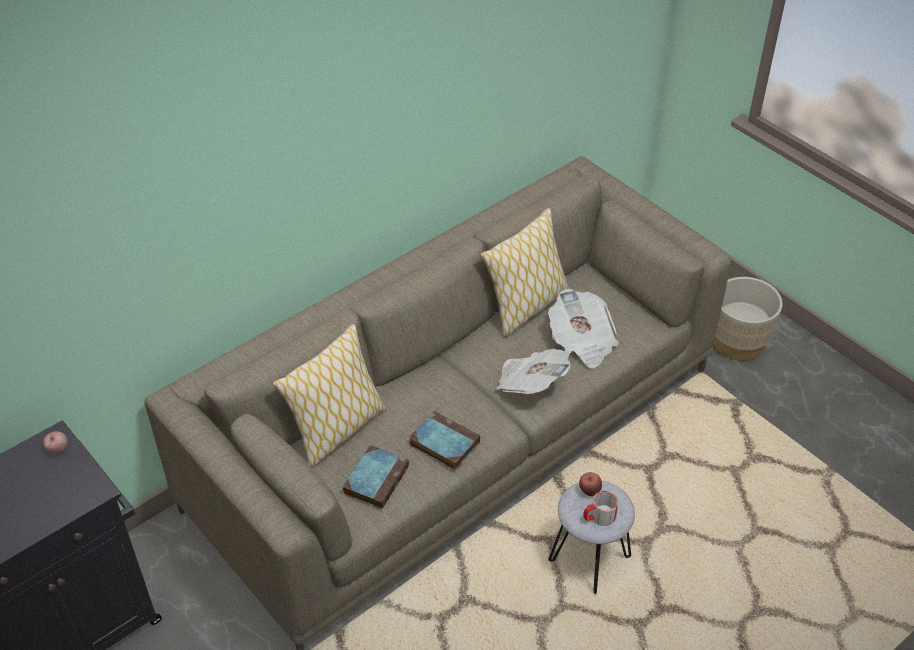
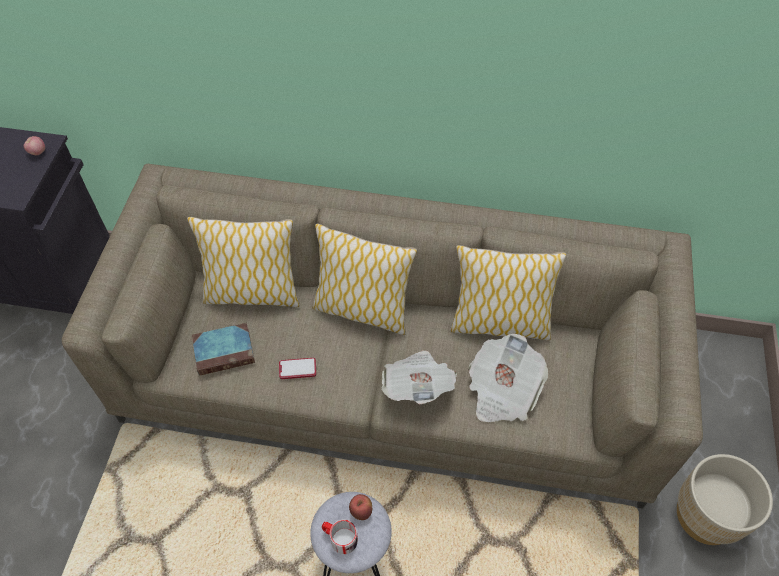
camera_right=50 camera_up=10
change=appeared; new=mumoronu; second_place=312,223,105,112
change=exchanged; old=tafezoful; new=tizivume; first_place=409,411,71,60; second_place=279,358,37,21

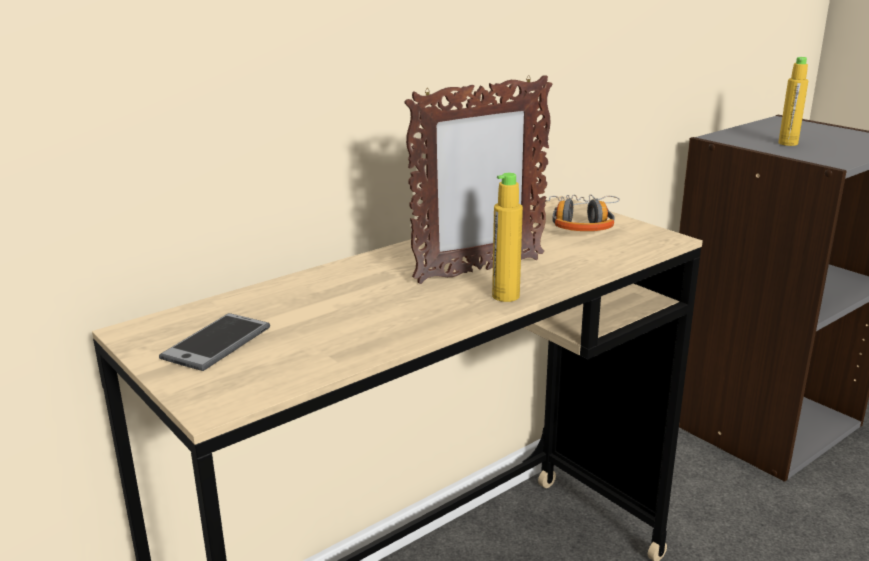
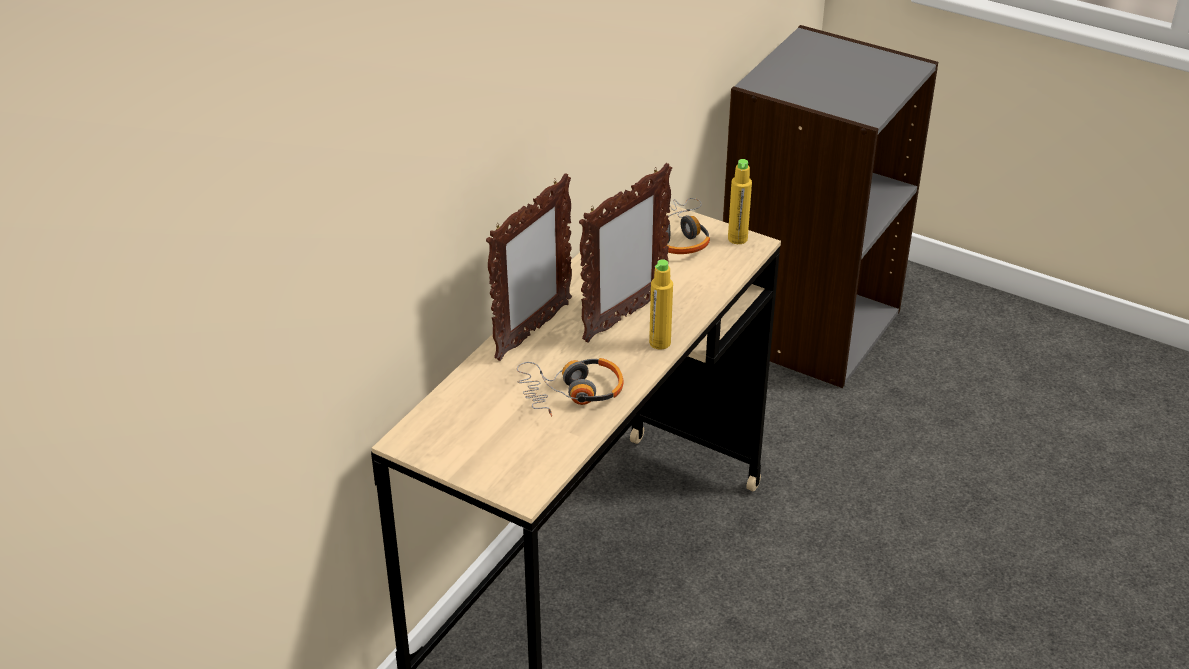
camera_right=-20 camera_up=15
change=missing; old=tizivume; first_place=159,313,111,58
change=appeared; new=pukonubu; second_place=486,173,86,188
change=appeared; new=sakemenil; second_place=517,358,107,59
change=relocated; old=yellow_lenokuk; first_place=778,57,31,89; second_place=728,159,24,85

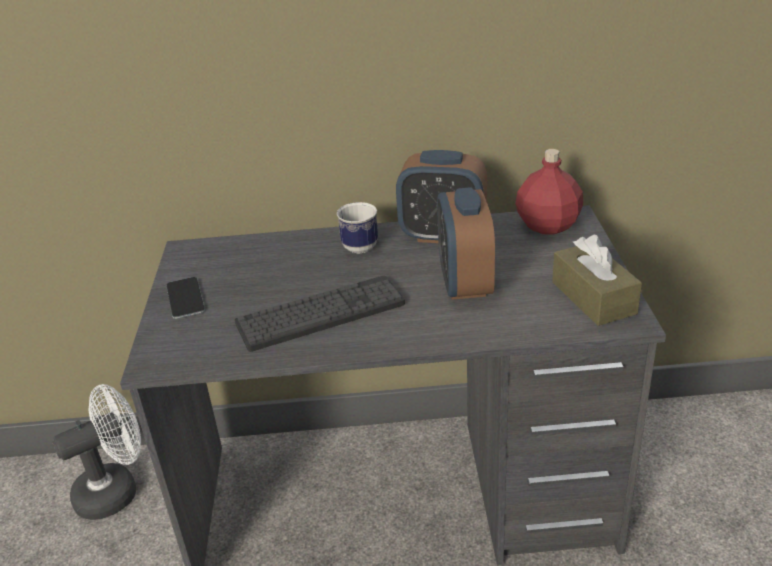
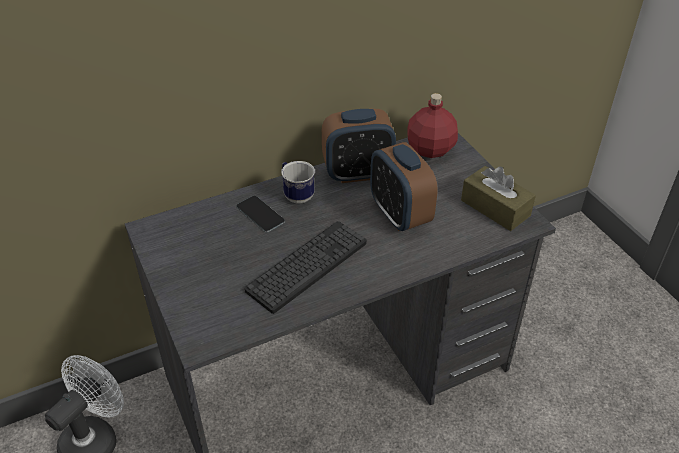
camera_right=-25 camera_up=10
change=relocated; old=tizivume; first_place=166,277,39,42; second_place=237,196,48,36

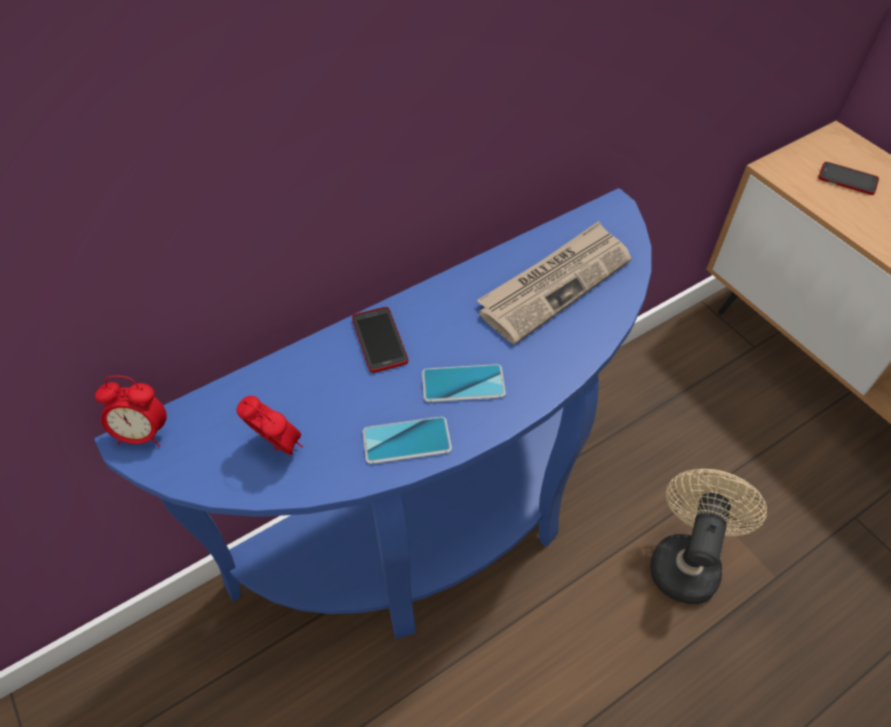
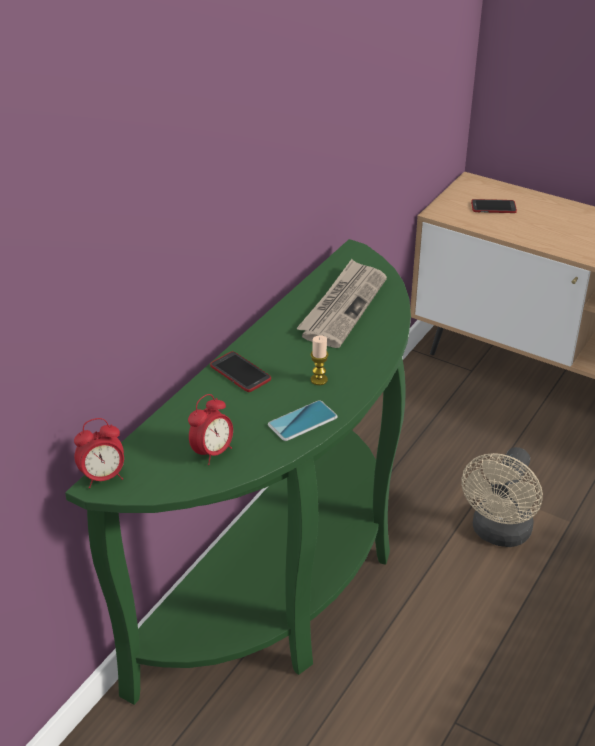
camera_right=-25 camera_up=-15
change=exchanged; old=tizivume; new=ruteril; first_place=422,364,84,38; second_place=311,335,17,50
change=colour; old=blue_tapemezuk; new=green_tapemezuk; first_place=94,188,558,451; second_place=65,239,346,466
change=spun; old=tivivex; first_place=236,396,67,59; second_place=188,394,45,71; degrees=120
change=spun; old=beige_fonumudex; first_place=650,469,117,135; second_place=462,447,81,100; degrees=-150

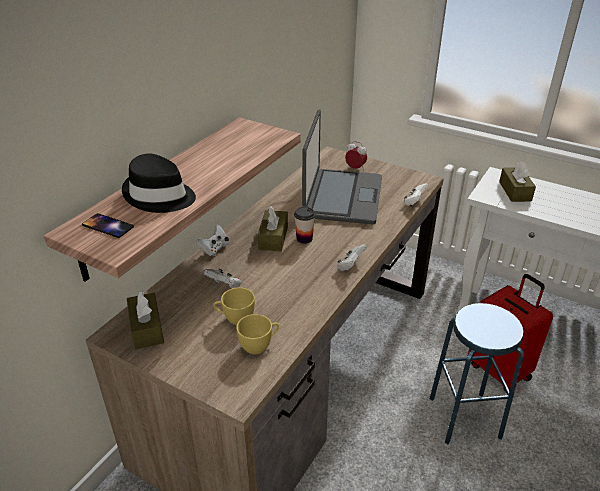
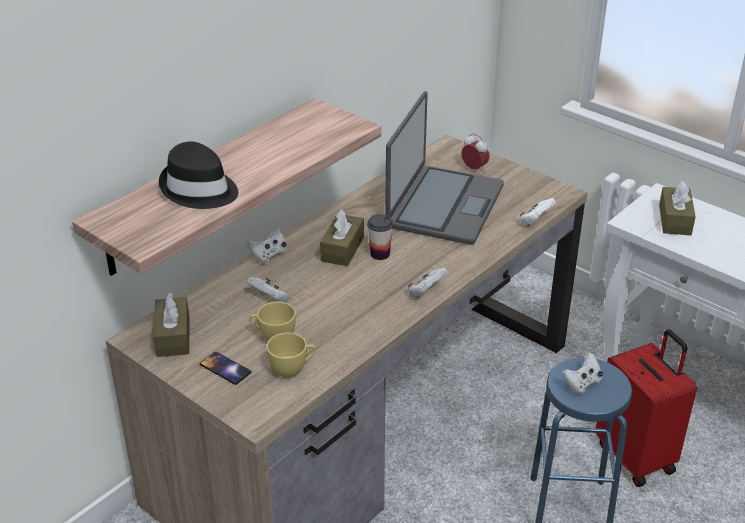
camera_right=10 camera_up=0
change=appeared; new=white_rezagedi; second_place=562,352,41,42
change=relocated; old=tizivume; first_place=82,213,52,25; second_place=200,352,51,33

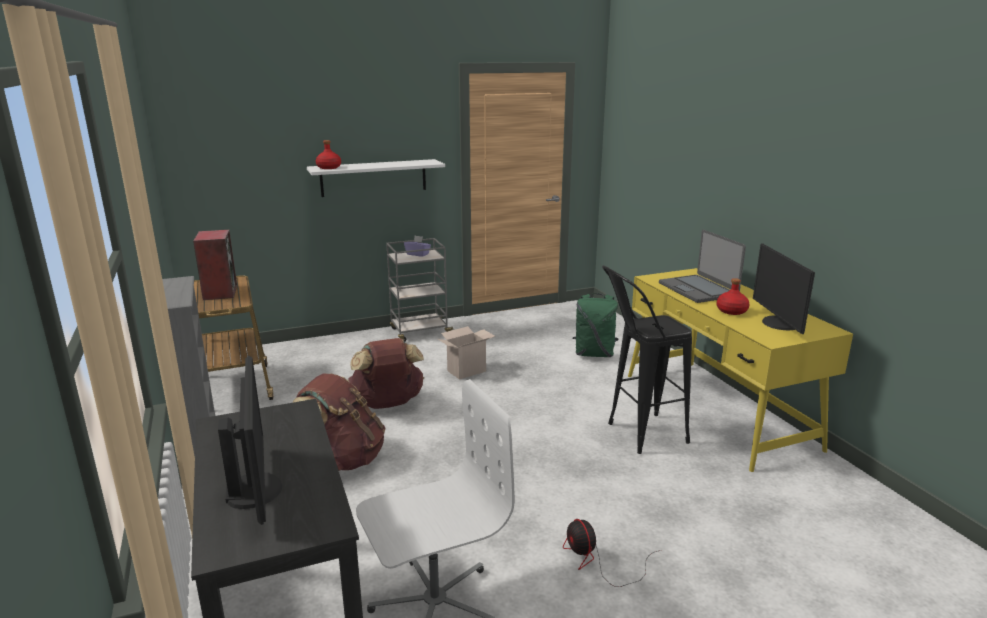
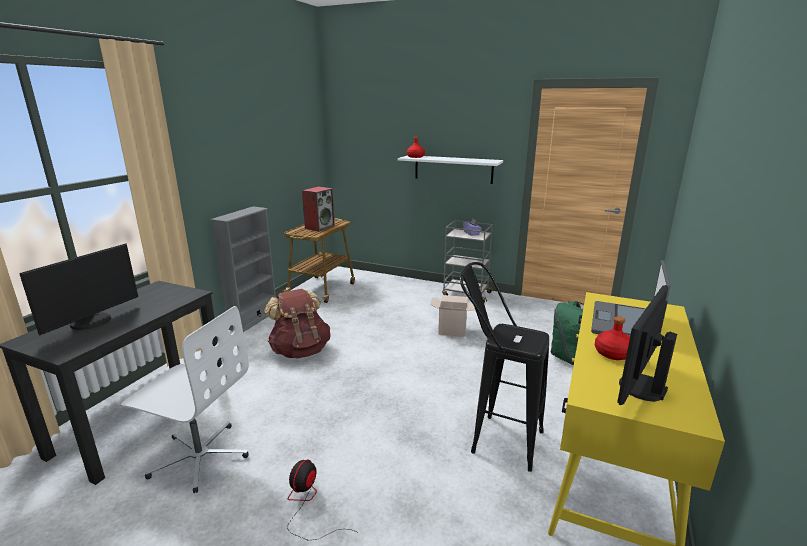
camera_right=45 camera_up=0
change=missing; old=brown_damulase; first_place=348,338,76,71

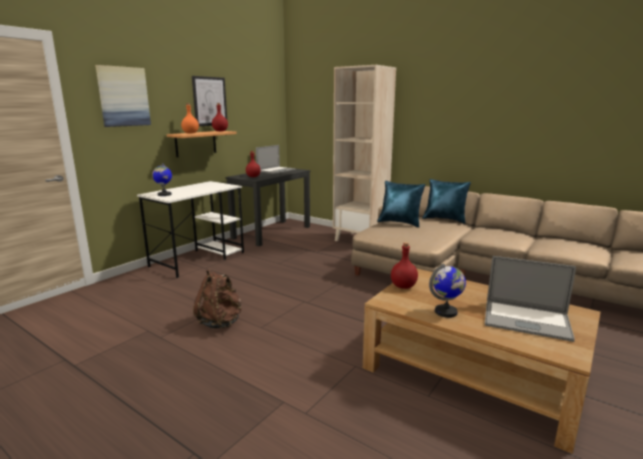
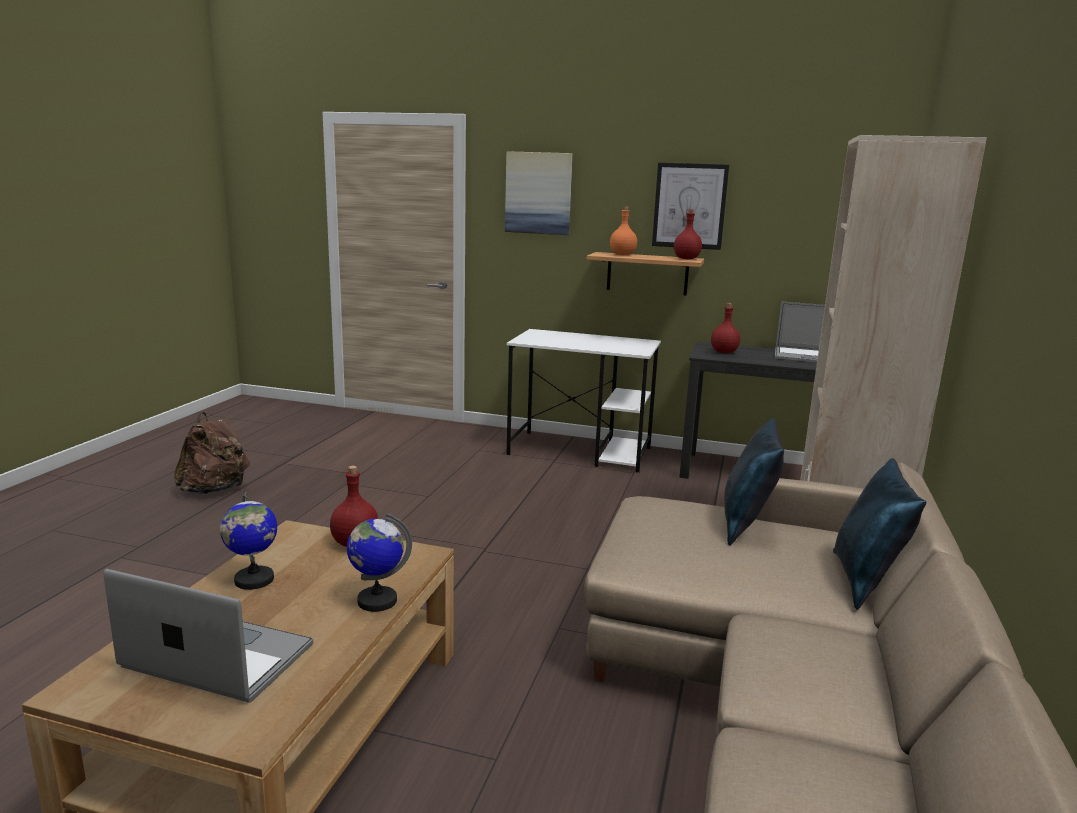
camera_right=70 camera_up=0
change=relocated; old=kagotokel; first_place=152,163,20,33; second_place=347,514,65,98
change=relocated; old=brown_damulase; first_place=193,269,48,60; second_place=174,412,76,82
change=spun; old=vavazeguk; first_place=485,256,91,86; second_place=104,569,209,134; degrees=105

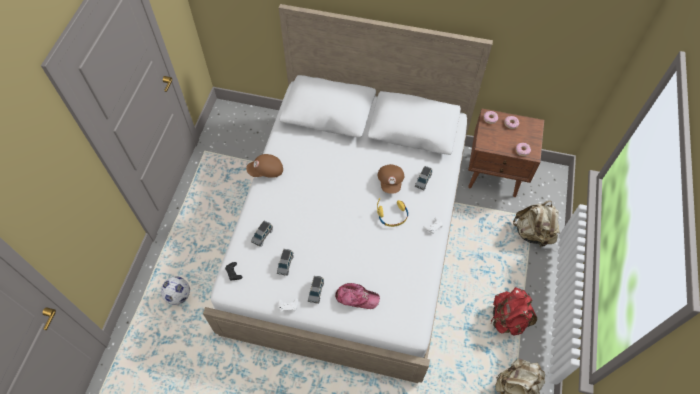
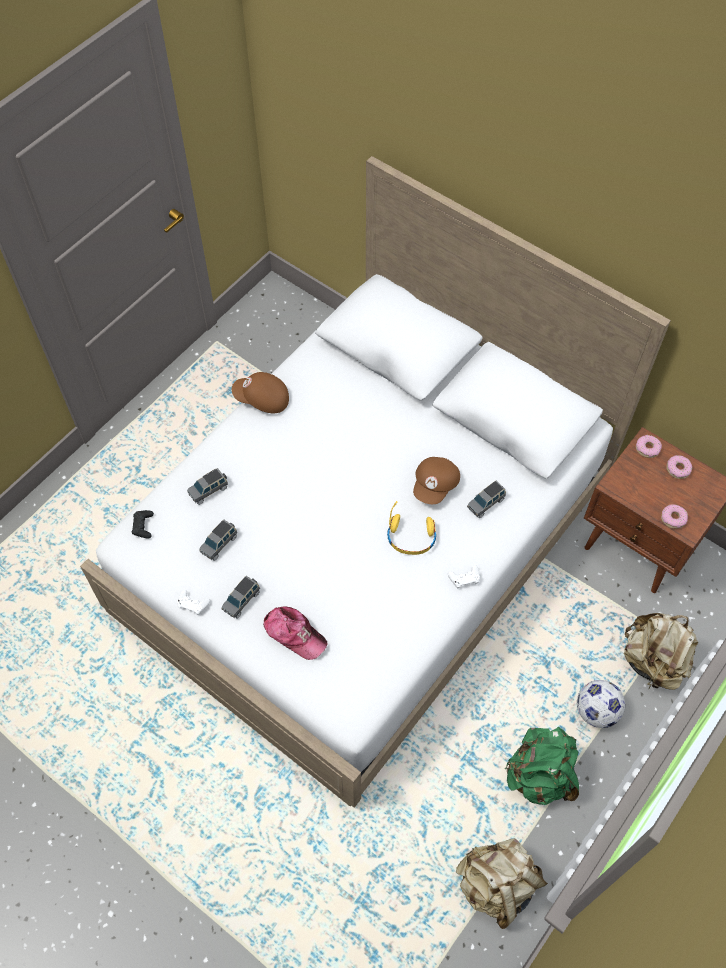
camera_right=25 camera_up=0
change=relocated; old=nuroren; first_place=161,276,29,29; second_place=577,680,48,48
change=colour; old=red_damulase; new=green_damulase; first_place=490,287,47,49; second_place=505,727,74,78

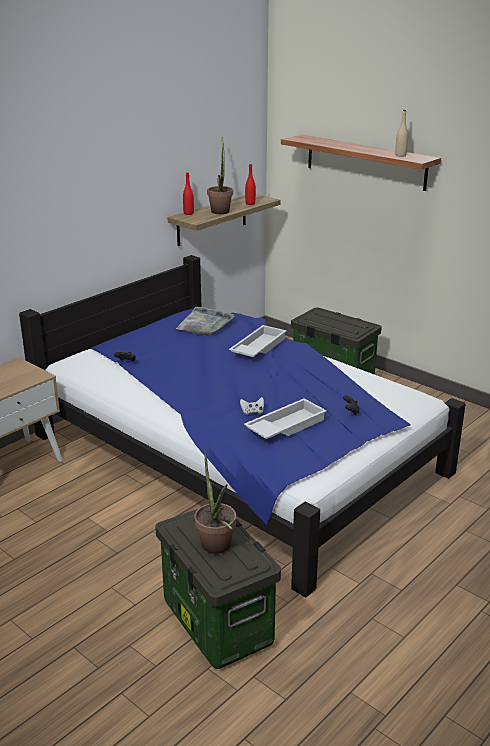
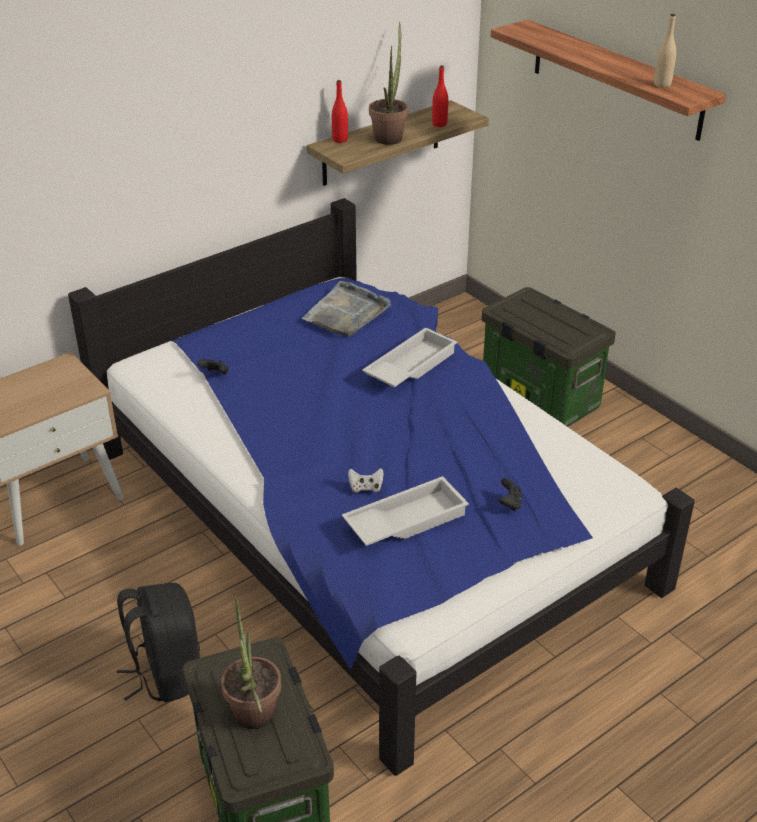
camera_right=10 camera_up=10
change=appeared; new=black_damulase; second_place=117,583,83,119

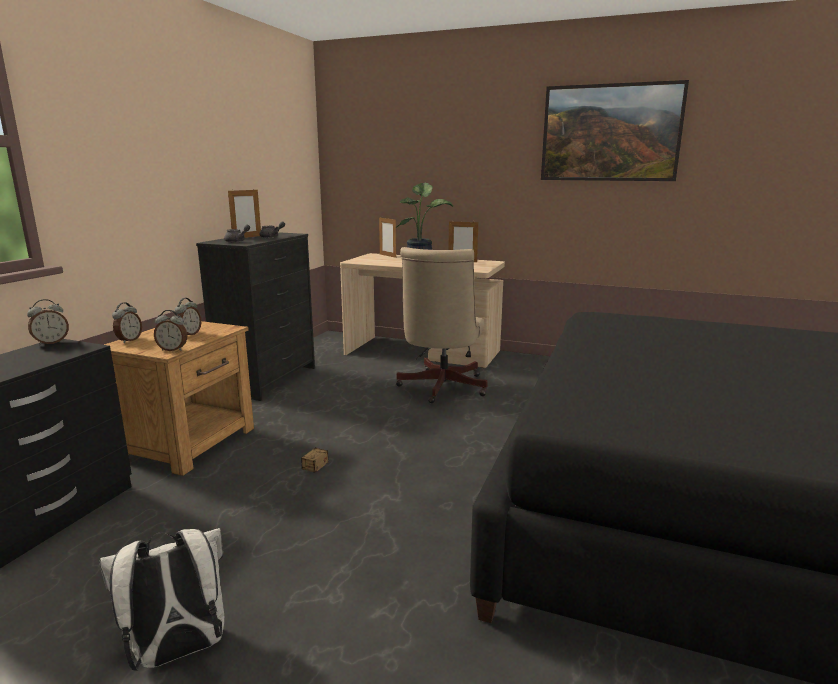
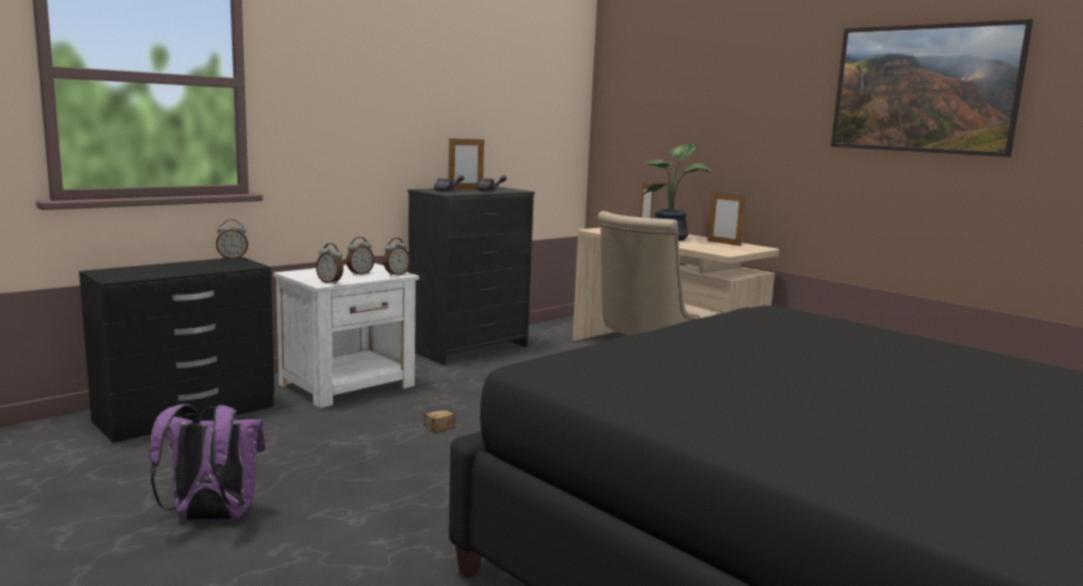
camera_right=25 camera_up=-5
change=relocated; old=tivivex; first_place=112,302,30,41; second_place=383,238,27,38
change=colour; old=white_damulase; new=purple_damulase; first_place=99,528,125,143; second_place=150,404,115,117
change=colour; old=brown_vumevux; new=white_vumevux; first_place=104,321,150,155; second_place=273,263,146,145

